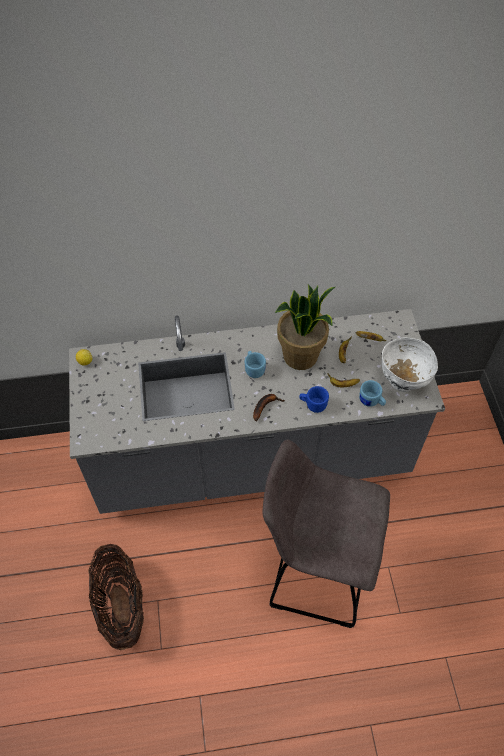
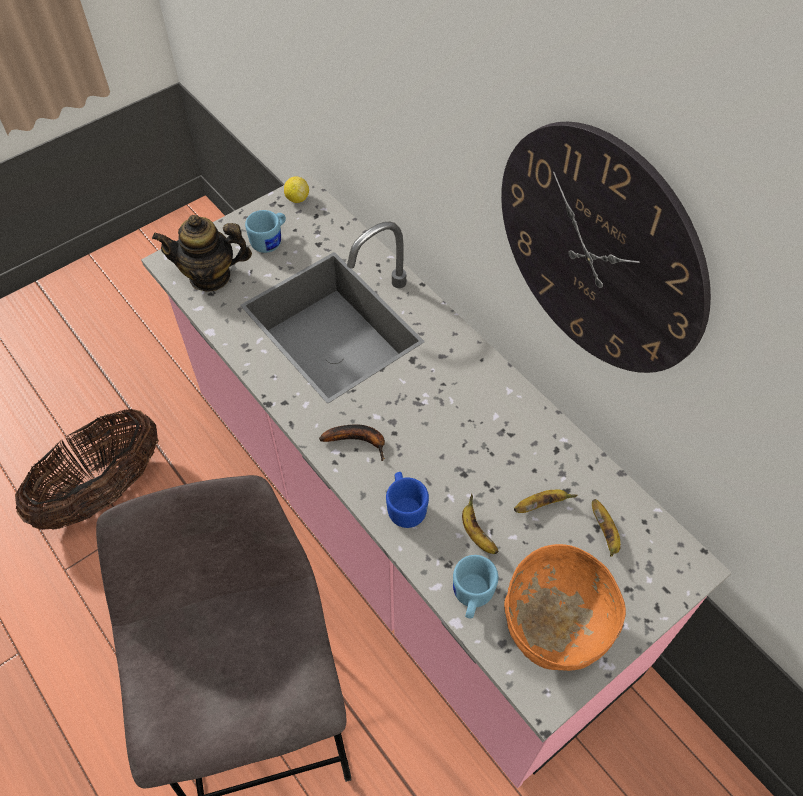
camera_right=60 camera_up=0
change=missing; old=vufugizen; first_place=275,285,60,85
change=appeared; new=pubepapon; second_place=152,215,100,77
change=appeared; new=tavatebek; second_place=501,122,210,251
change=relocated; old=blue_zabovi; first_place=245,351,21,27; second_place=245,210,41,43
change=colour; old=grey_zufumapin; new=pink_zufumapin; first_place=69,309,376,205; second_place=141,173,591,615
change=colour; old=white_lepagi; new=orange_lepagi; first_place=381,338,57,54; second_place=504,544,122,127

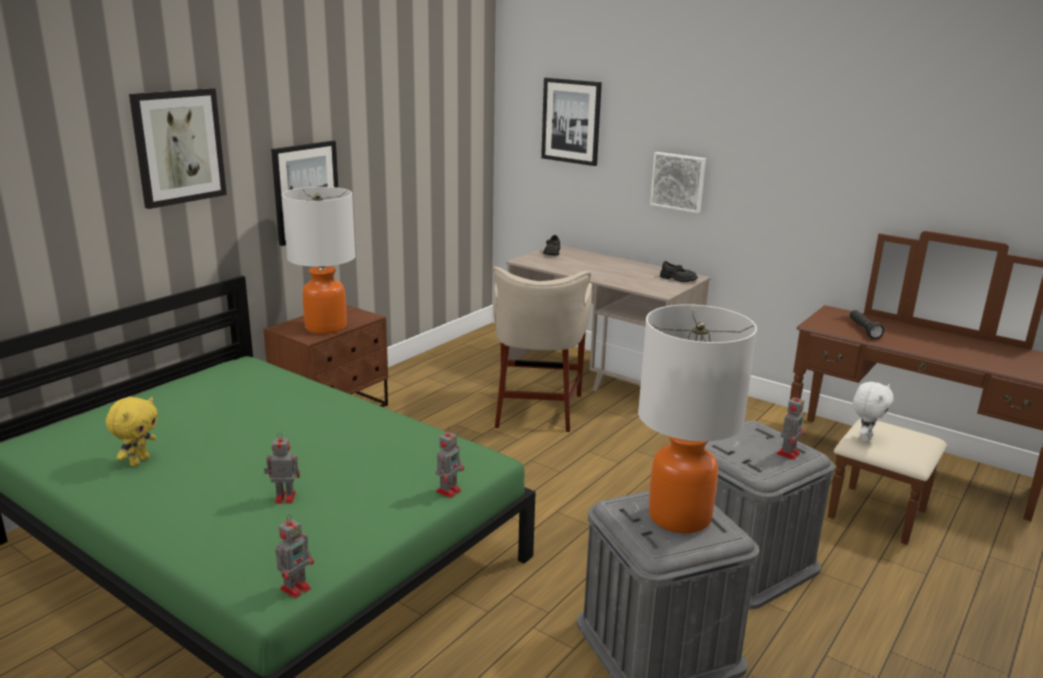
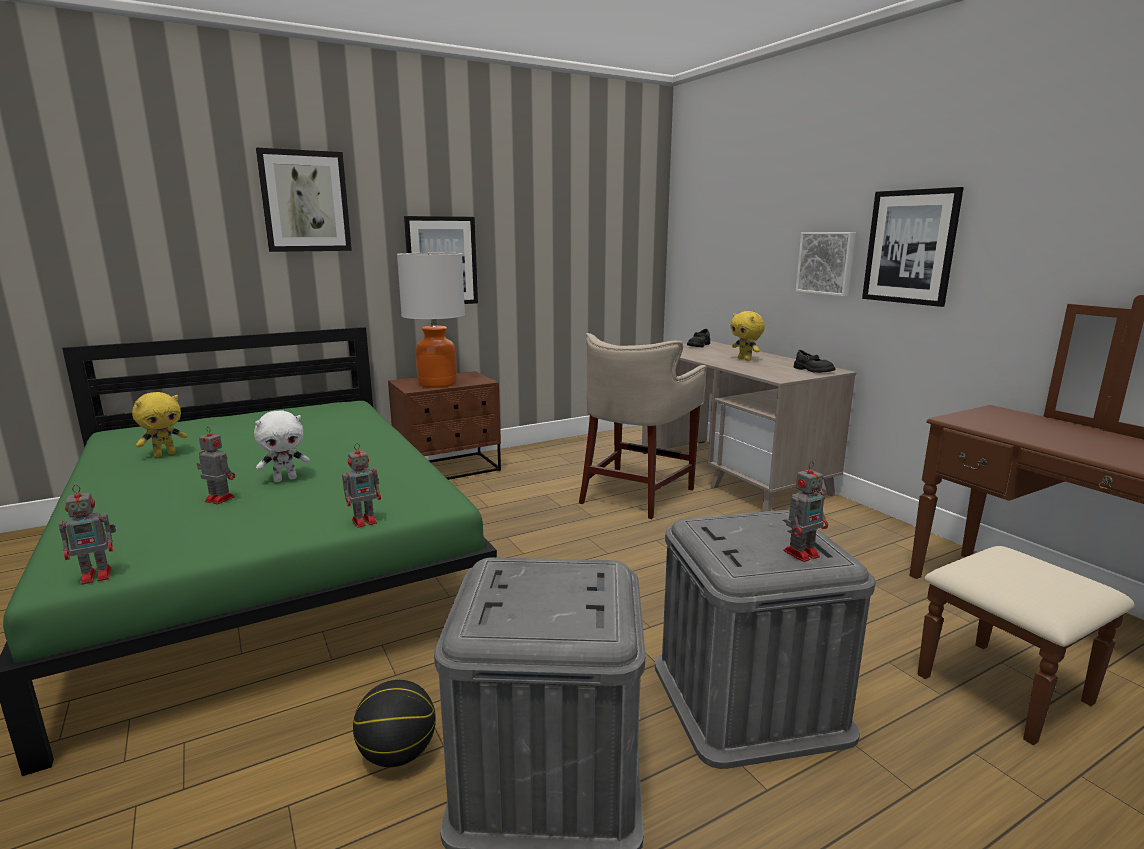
camera_right=25 camera_up=-5
change=missing; old=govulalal; first_place=638,304,119,229
change=missing; old=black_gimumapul; first_place=850,310,34,29
change=appeared; new=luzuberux; second_place=353,680,83,87
change=appeared; new=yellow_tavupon; second_place=730,311,35,50
change=relocated; old=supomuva; first_place=541,78,61,88; second_place=862,187,102,120
change=relocated; old=white_tavupon; first_place=853,382,41,60; second_place=254,410,56,72

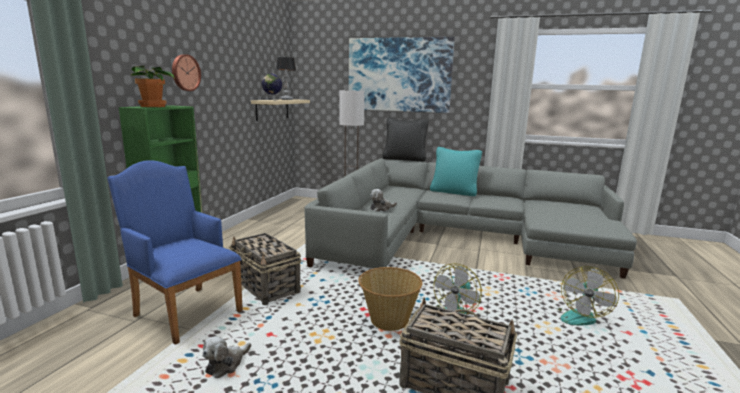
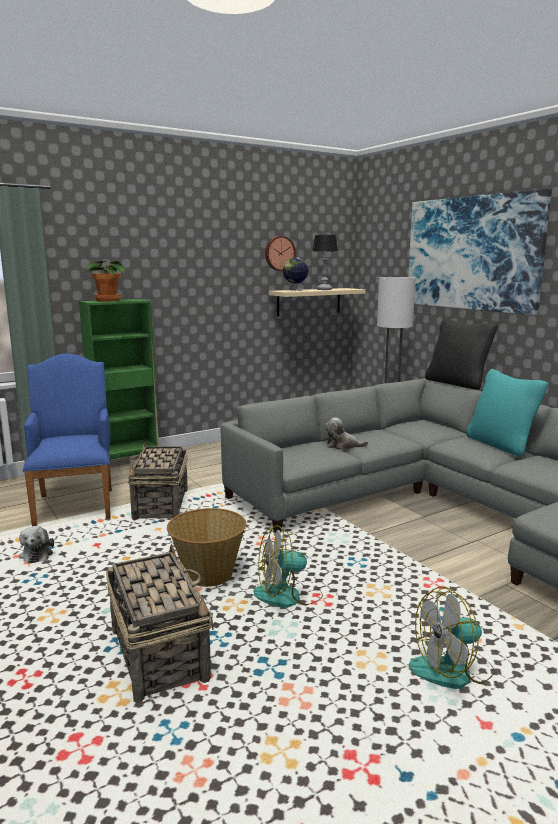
camera_right=40 camera_up=0
change=relocated; old=tavatebek; first_place=172,54,29,37; second_place=265,236,31,35
change=spun; old=tavupon; first_place=202,336,49,42; second_place=19,526,35,38; degrees=-90

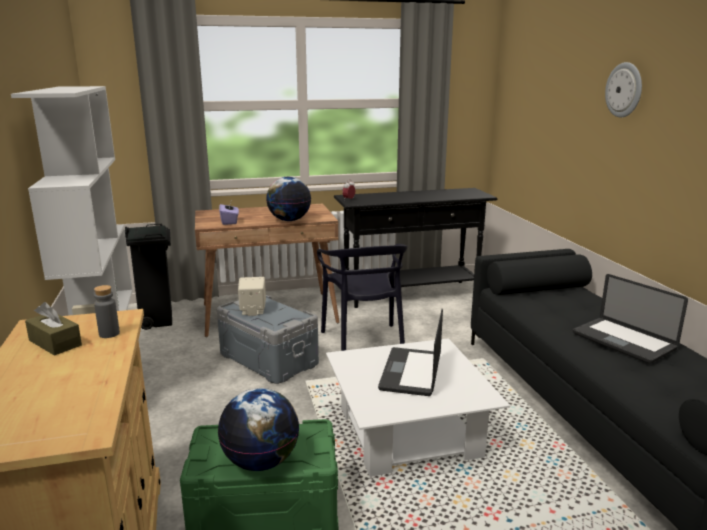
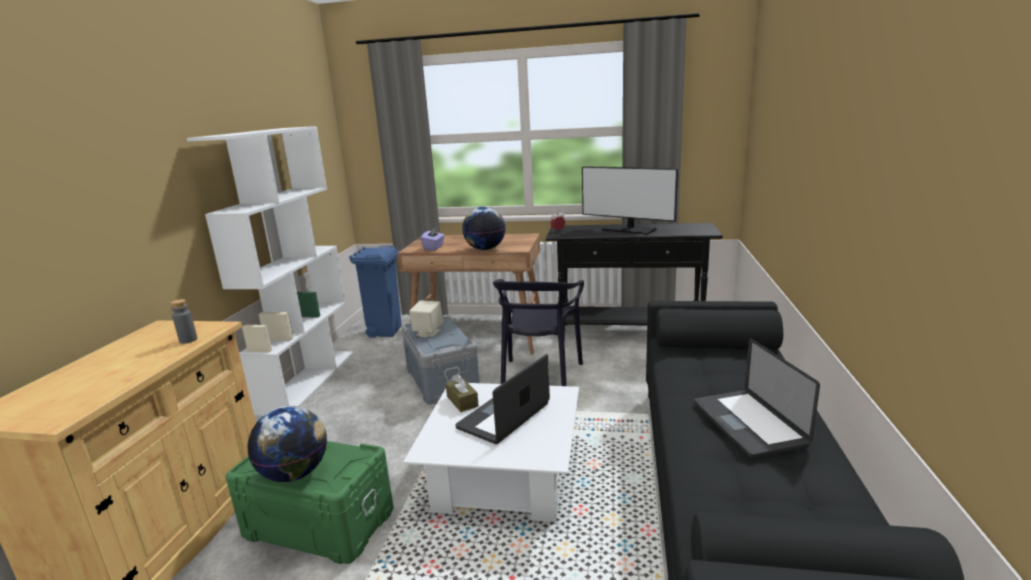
camera_right=25 camera_up=0
change=missing; old=tavatebek; first_place=605,62,37,56
change=appeared; new=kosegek; second_place=582,166,96,69
change=relocated; old=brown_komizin; first_place=25,302,57,53; second_place=446,374,33,38
change=colour; old=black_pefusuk; new=blue_pefusuk; first_place=125,224,47,106; second_place=349,246,53,92

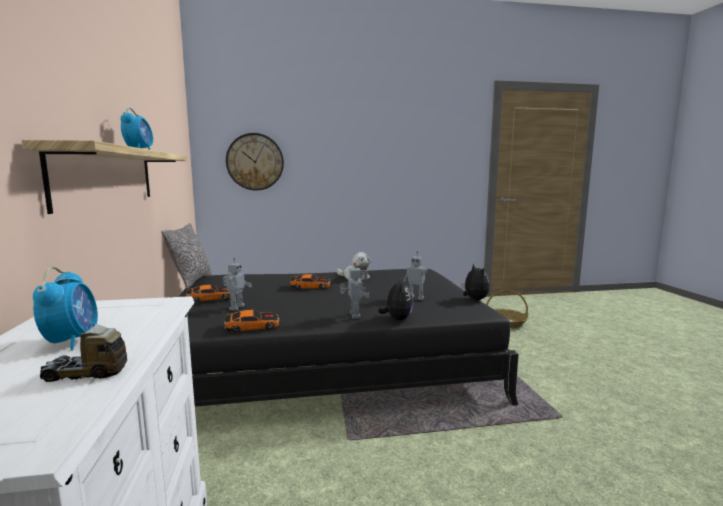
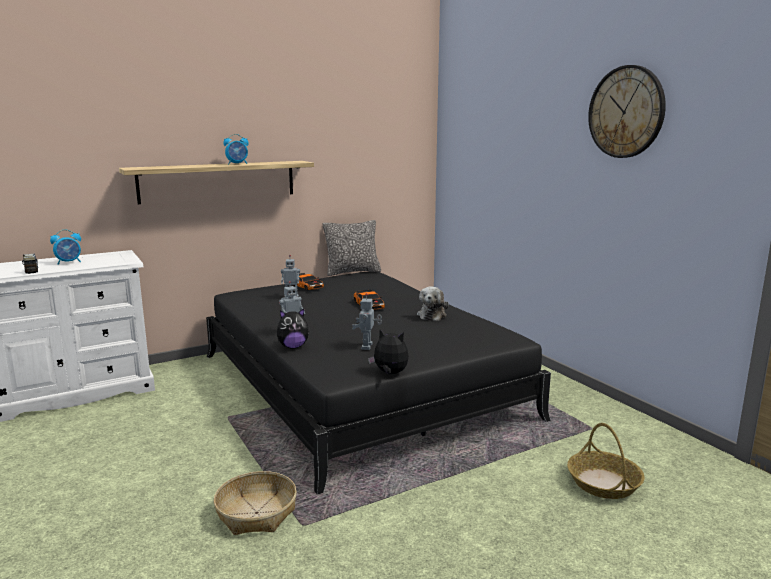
camera_right=70 camera_up=5
change=missing; old=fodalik; first_place=224,310,57,23
change=appeared; new=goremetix; second_place=214,471,83,64
change=relocated; old=tavatebek; first_place=226,133,58,58; second_place=588,65,78,93
change=spun; old=tavupon; first_place=462,263,28,37; second_place=368,329,41,45; degrees=-120

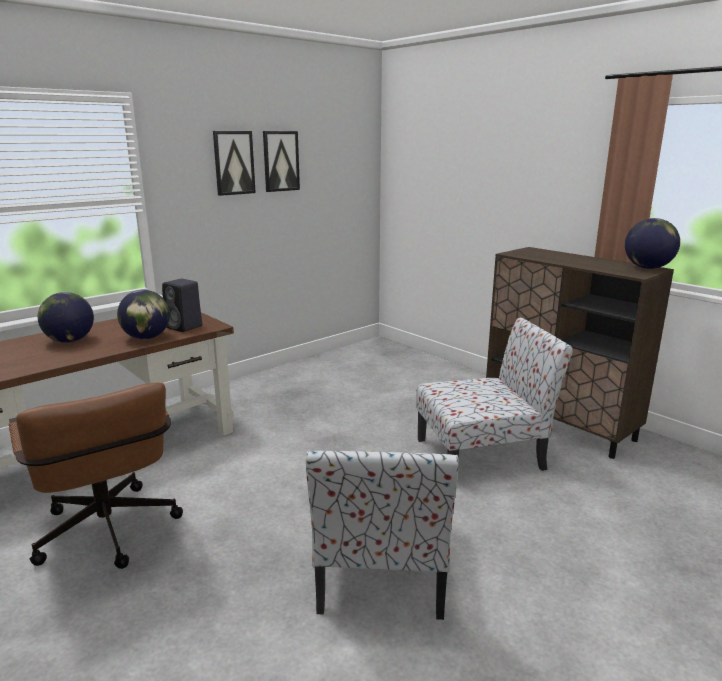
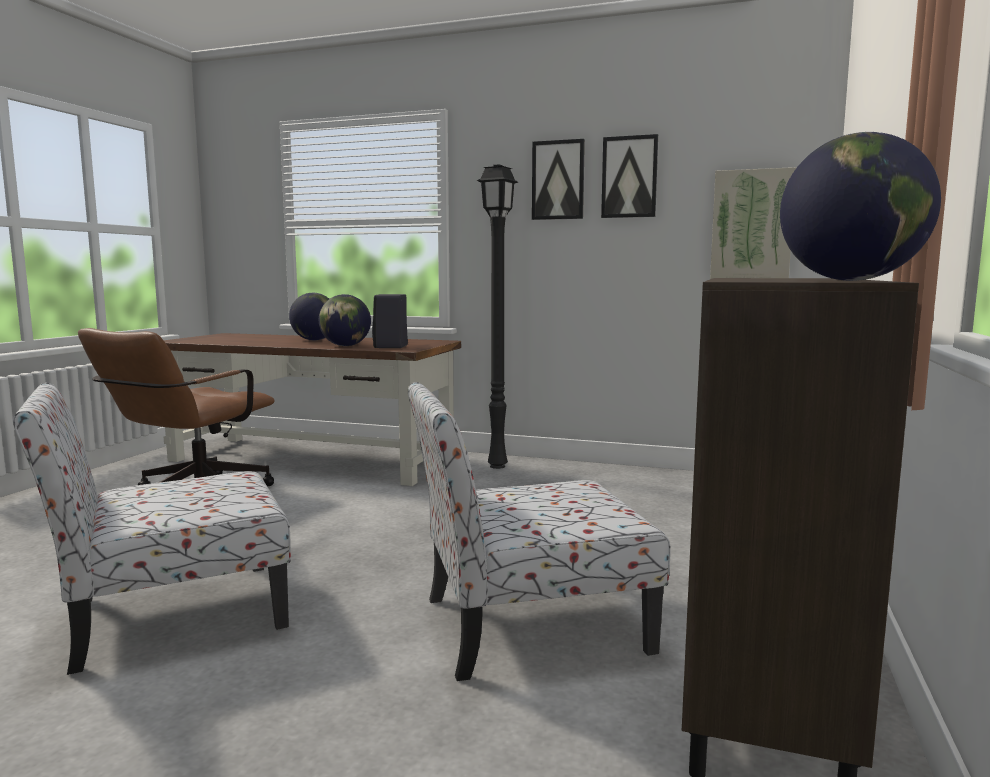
camera_right=60 camera_up=-10
change=appeared; new=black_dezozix; second_place=477,164,41,305
change=appeared; new=supomuva; second_place=710,167,86,112
change=spun; old=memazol; first_place=416,317,157,154; second_place=408,382,263,299; degrees=120

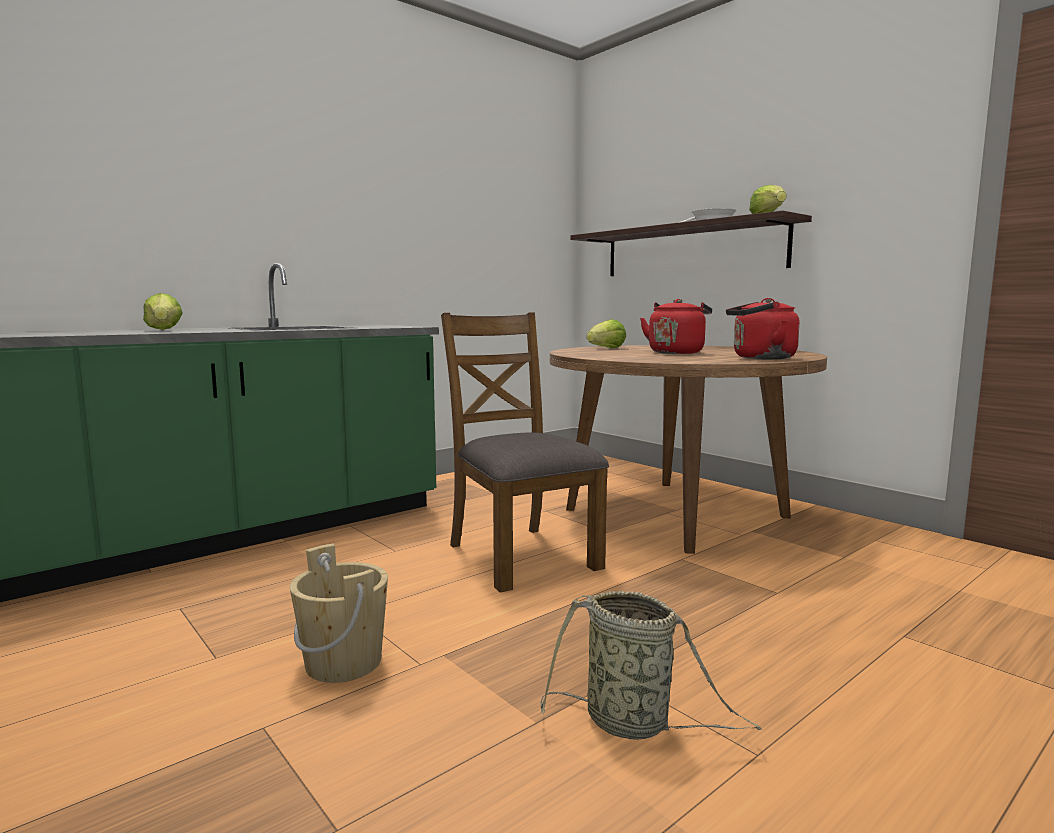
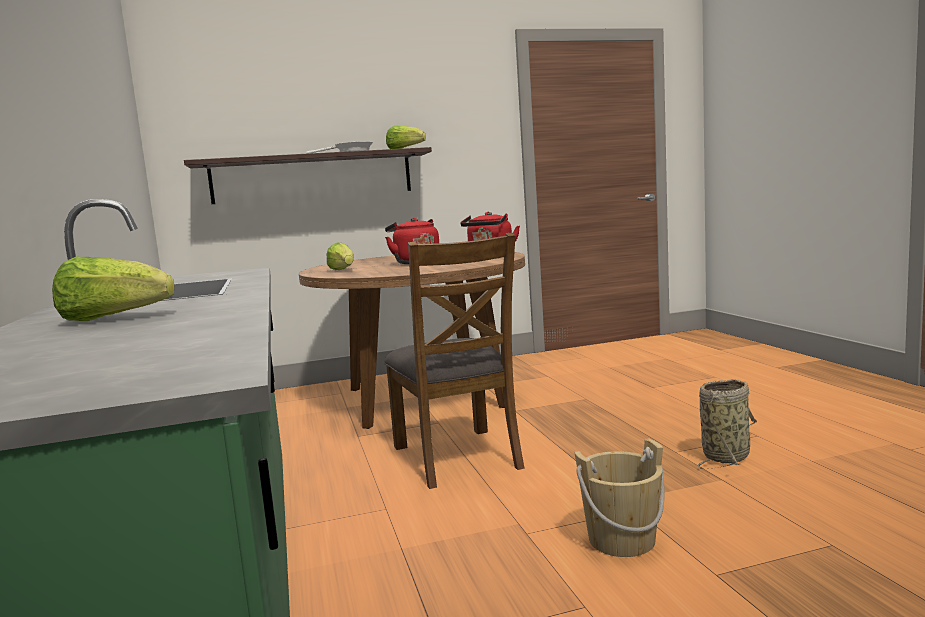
camera_right=-65 camera_up=0
change=spun; old=brown_memazol; first_place=441,312,168,281; second_place=384,233,141,256; degrees=-105

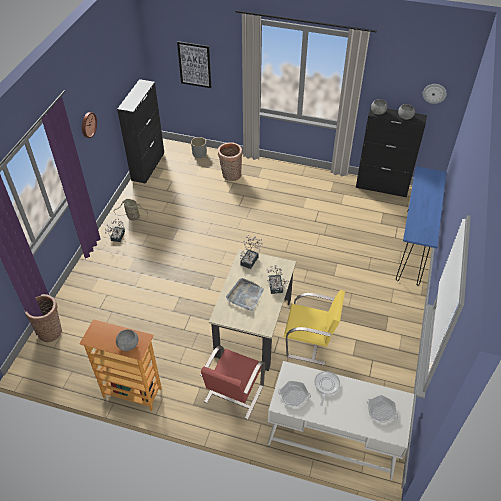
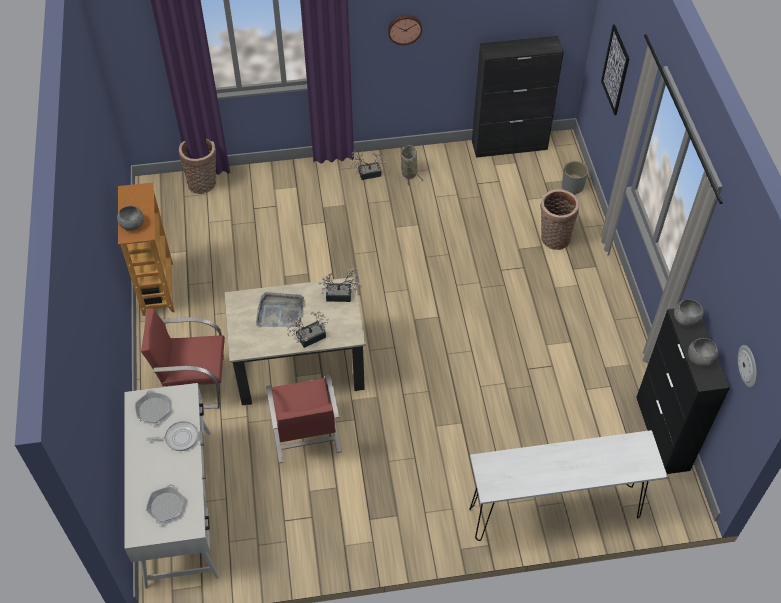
camera_right=65 camera_up=5
change=colour; old=yellow_memazol; new=red_memazol; first_place=284,290,61,75; second_place=266,375,76,88
change=colour; old=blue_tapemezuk; new=white_tapemezuk; first_place=396,166,50,120; second_place=469,430,199,111

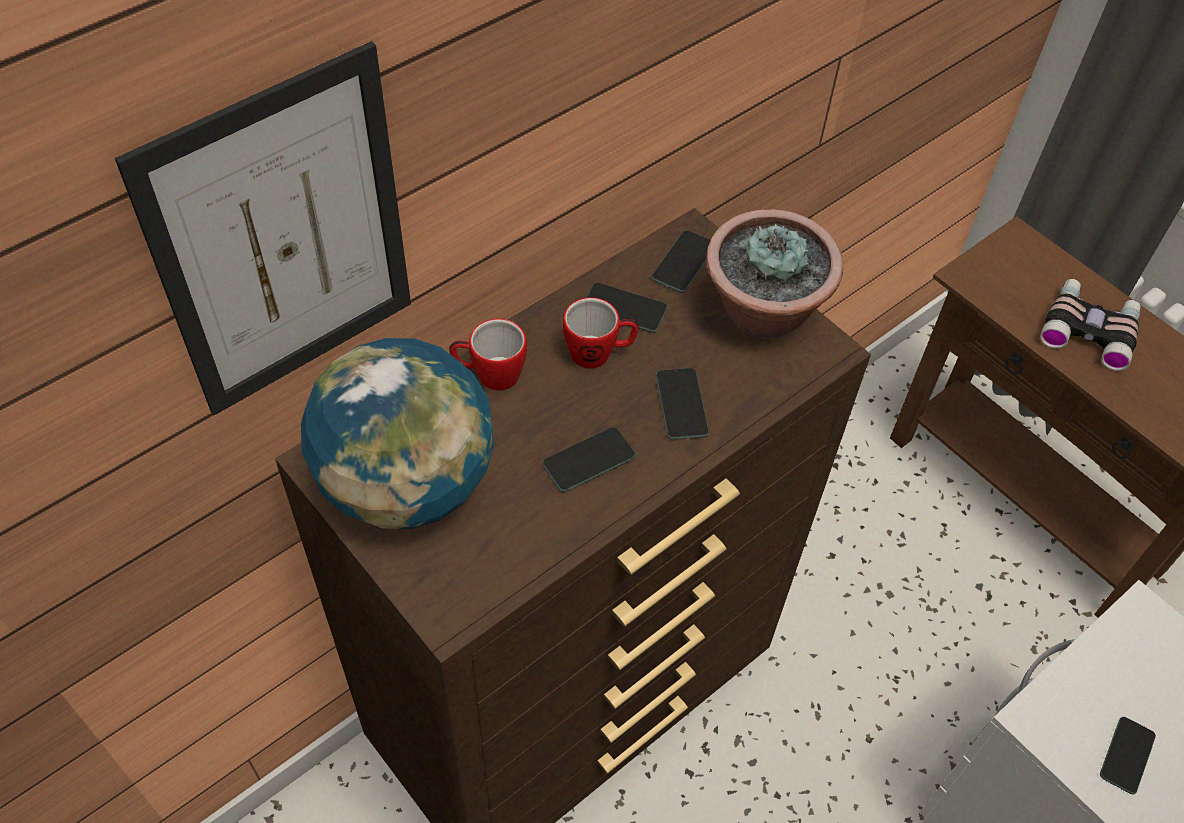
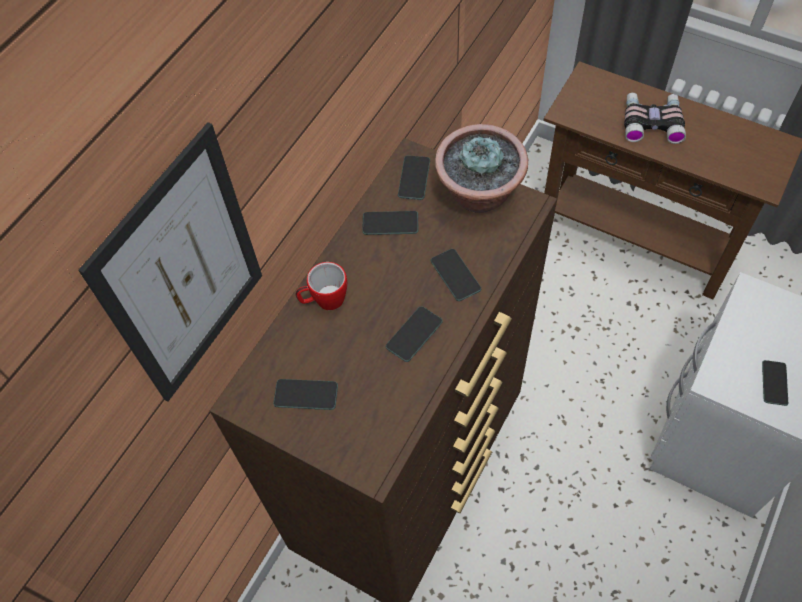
camera_right=-15 camera_up=5
change=missing; old=zabovi; first_place=563,297,76,72
change=exchanged; old=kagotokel; new=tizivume; first_place=301,338,194,191; second_place=273,379,65,31

